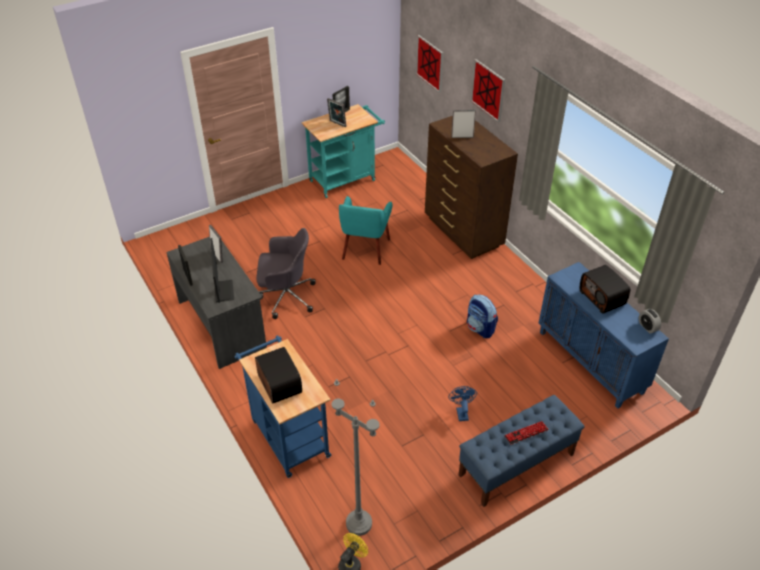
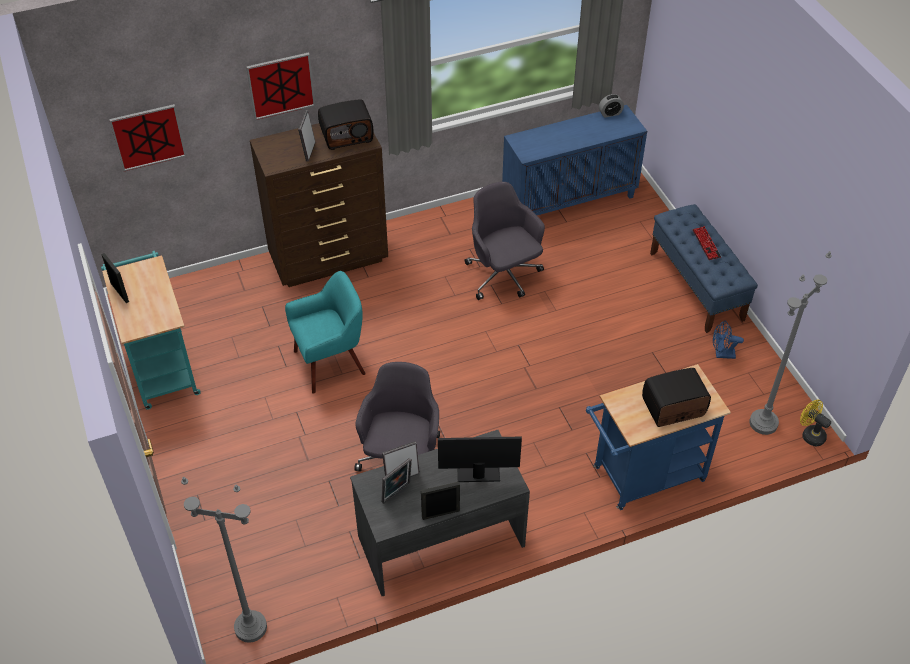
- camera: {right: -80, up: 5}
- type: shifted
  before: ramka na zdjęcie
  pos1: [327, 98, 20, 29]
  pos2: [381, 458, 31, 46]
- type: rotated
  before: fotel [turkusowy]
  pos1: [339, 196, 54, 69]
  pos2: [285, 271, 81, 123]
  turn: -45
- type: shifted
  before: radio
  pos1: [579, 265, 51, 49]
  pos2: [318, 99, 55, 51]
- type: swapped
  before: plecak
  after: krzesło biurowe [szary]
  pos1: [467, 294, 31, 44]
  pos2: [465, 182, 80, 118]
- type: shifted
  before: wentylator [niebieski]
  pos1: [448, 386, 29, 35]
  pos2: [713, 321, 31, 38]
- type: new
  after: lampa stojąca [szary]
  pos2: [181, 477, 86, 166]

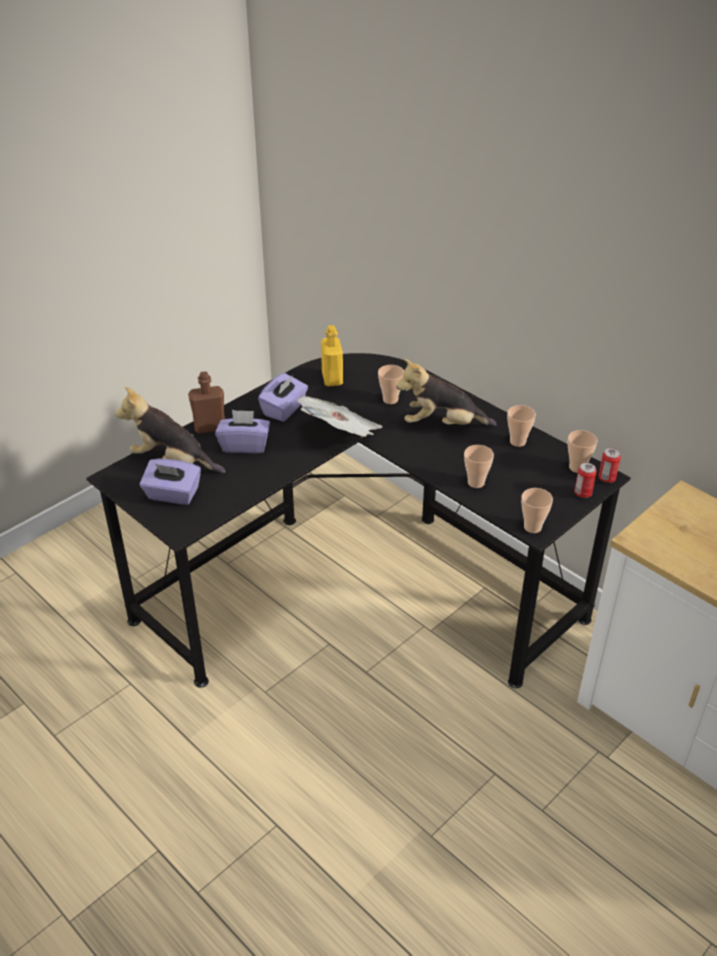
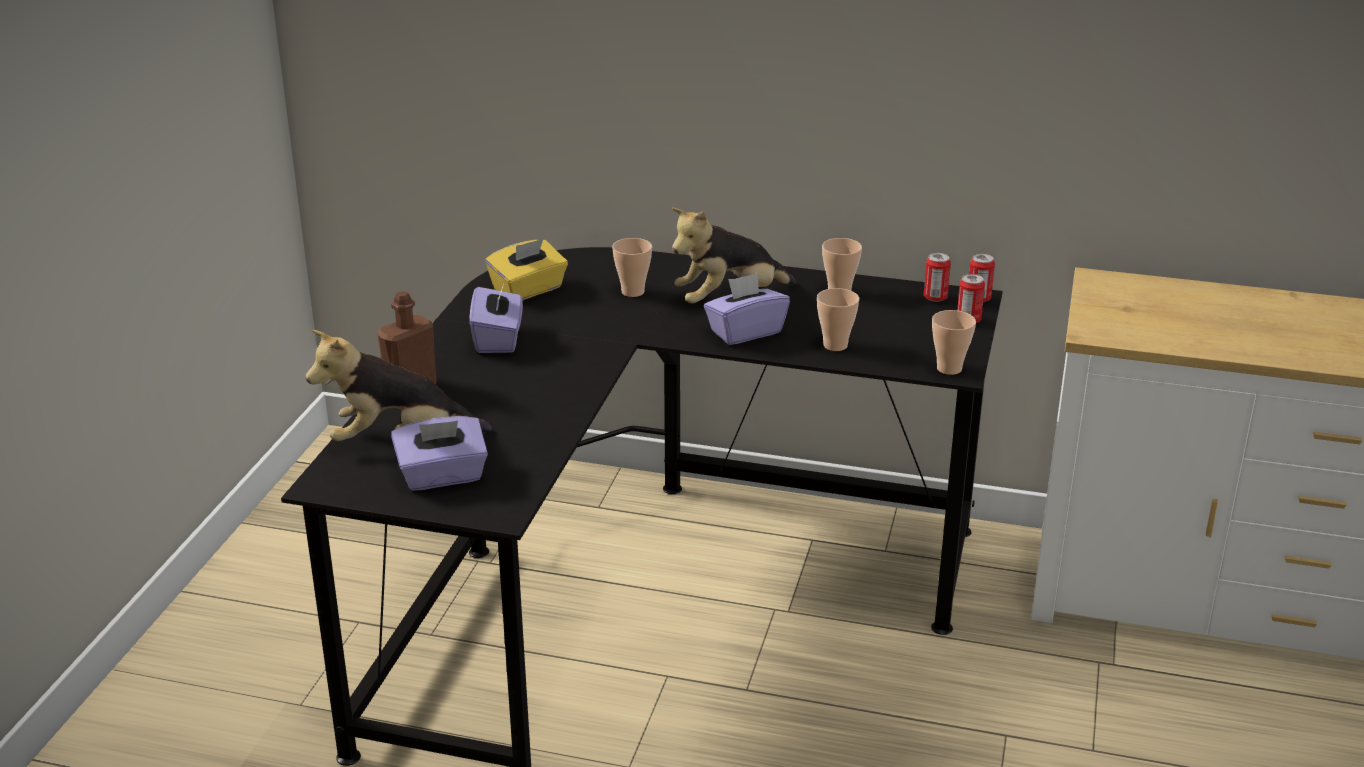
- camera: {right: -30, up: -10}
- type: swapped
  before: butelka [żółty]
  after: pudełko chusteczek [żółty]
  pos1: [321, 325, 22, 61]
  pos2: [485, 238, 83, 62]
- type: gone
  before: gazeta
  pos1: [297, 396, 85, 41]
- type: shifted
  before: pudełko chusteczek [fioletowy]
  pos1: [215, 410, 55, 43]
  pos2: [704, 273, 86, 72]
- type: swapped
  before: filiżanka
  after: puszka
  pos1: [568, 430, 30, 43]
  pos2: [924, 253, 27, 49]

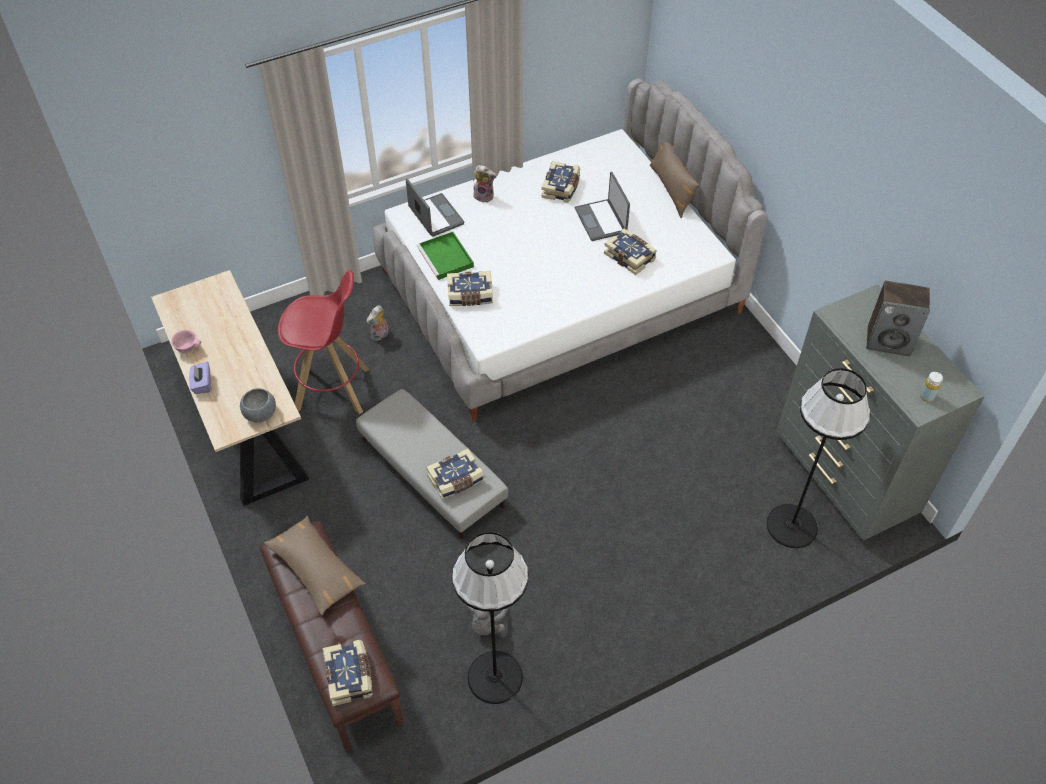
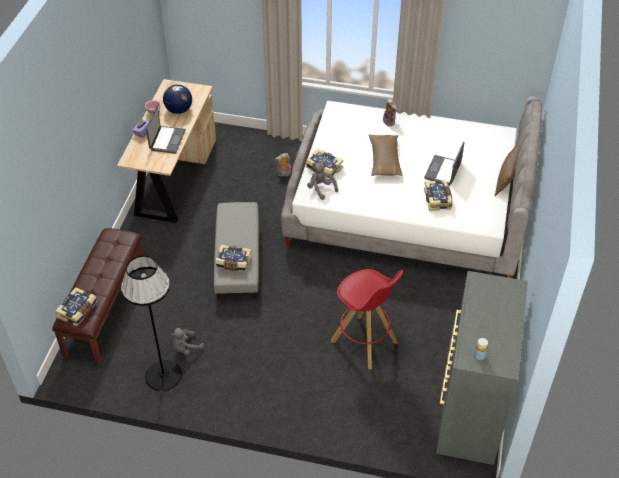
- camera: {right: 40, up: -5}
- type: gone
  before: książka
  pos1: [541, 161, 39, 42]
- type: shifted
  before: laptop
  pos1: [406, 178, 58, 59]
  pos2: [146, 106, 40, 48]
- type: gone
  before: taca [zielony]
  pos1: [417, 232, 57, 48]
- type: shifted
  before: stołek [czerwony]
  pos1: [278, 270, 92, 144]
  pos2: [331, 269, 72, 101]
- type: gone
  before: głośnik
  pos1: [866, 281, 64, 75]
- type: gone
  before: lampa stojąca [czarny]
  pos1: [767, 368, 103, 180]
- type: gone
  before: miska [szary]
  pos1: [240, 388, 36, 35]
- type: shifted
  before: poduszka [brązowy]
  pos1: [264, 516, 102, 99]
  pos2: [369, 135, 34, 41]
- type: new
  after: globus
  pos2: [163, 84, 29, 30]
- type: new
  after: pluszak [szary]
  pos2: [307, 163, 31, 37]

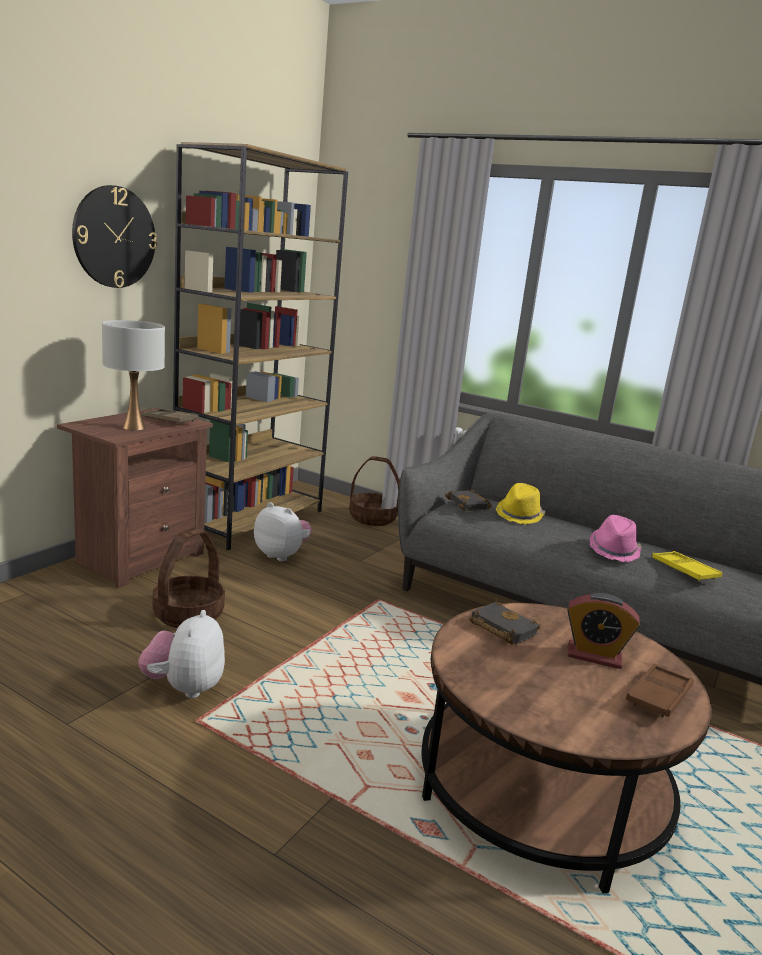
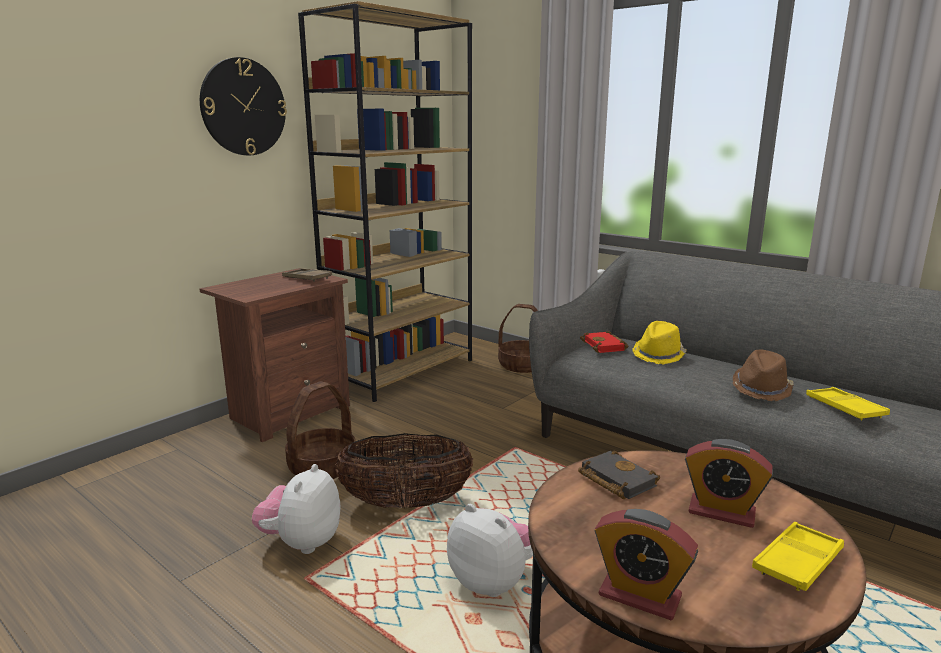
- camera: {right: 10, up: 0}
- type: gone
  before: lampa stołowa [biały]
  pos1: [102, 320, 63, 110]
- type: repainted
  before: książka [czarny]
  after: książka [czerwony]
  pos1: [445, 490, 47, 21]
  pos2: [580, 331, 48, 22]
- type: shifted
  before: pluszak
  pos1: [254, 502, 58, 60]
  pos2: [447, 504, 86, 93]
- type: repainted
  before: kapelusz [różowy]
  after: kapelusz [brązowy]
  pos1: [590, 515, 52, 47]
  pos2: [733, 350, 61, 51]
- type: repainted
  before: taca [brązowy]
  after: taca [żółty]
  pos1: [626, 664, 68, 54]
  pos2: [752, 522, 92, 69]
- type: new
  after: koszyk
  pos2: [335, 433, 138, 75]
- type: new
  after: budzik
  pos2: [595, 509, 103, 111]

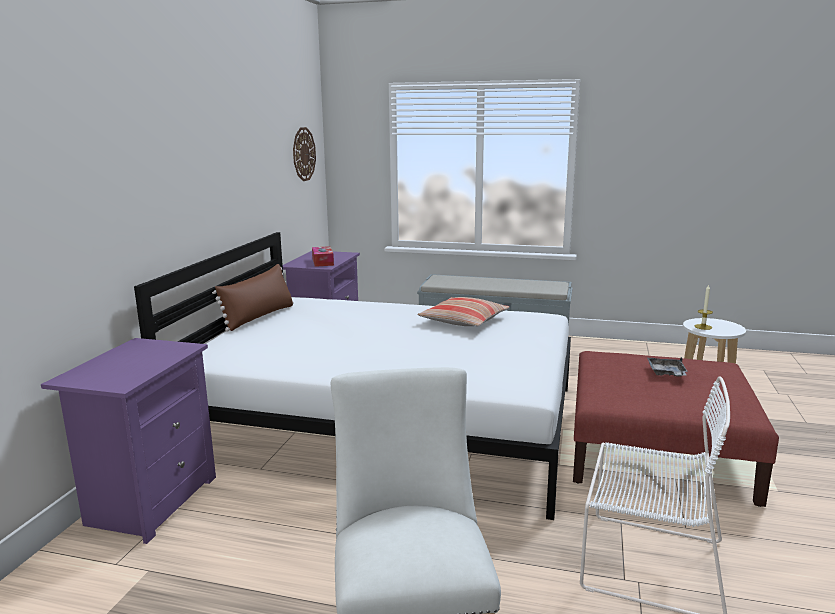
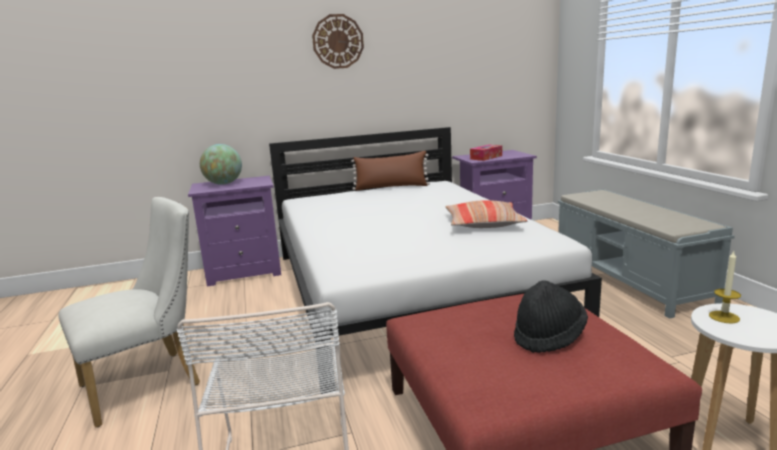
- camera: {right: 60, up: 0}
- type: shifted
  before: zegar ścienny
  pos1: [293, 127, 23, 54]
  pos2: [312, 14, 52, 55]
- type: swapped
  before: taca [szary]
  after: kapelusz [czarny]
  pos1: [647, 357, 41, 20]
  pos2: [514, 280, 74, 73]
- type: new
  after: globus
  pos2: [200, 144, 42, 41]

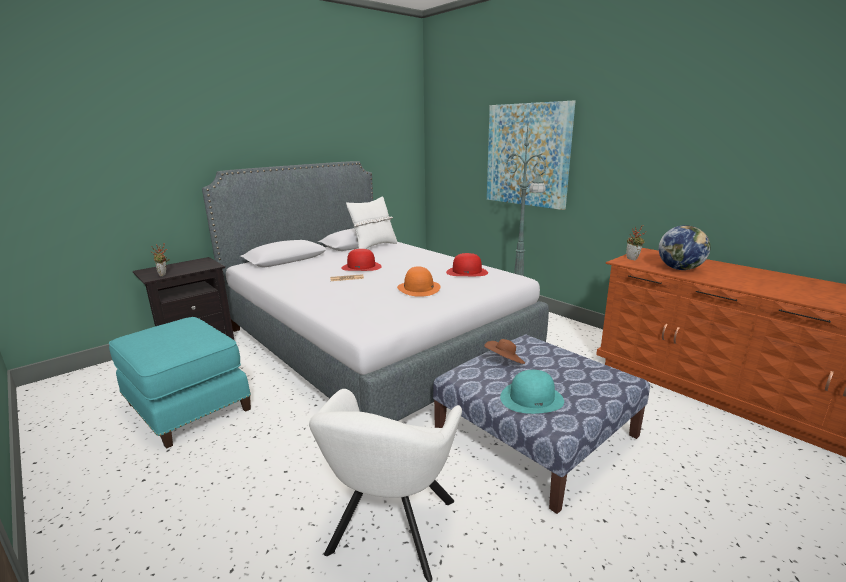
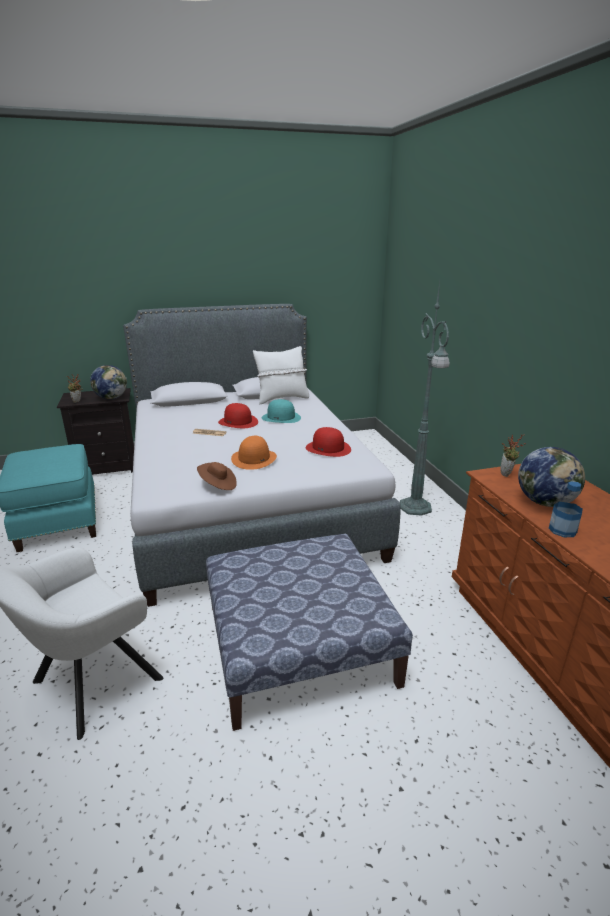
- camera: {right: 25, up: 5}
- type: gone
  before: obraz
  pos1: [487, 101, 88, 109]
- type: shifted
  before: kapelusz [brązowy]
  pos1: [484, 339, 41, 25]
  pos2: [197, 462, 40, 28]
- type: shifted
  before: kapelusz [turkusowy]
  pos1: [500, 370, 64, 44]
  pos2: [262, 399, 39, 24]
- type: new
  after: globus
  pos2: [90, 365, 37, 34]
- type: new
  after: butelka
  pos2: [549, 481, 34, 56]

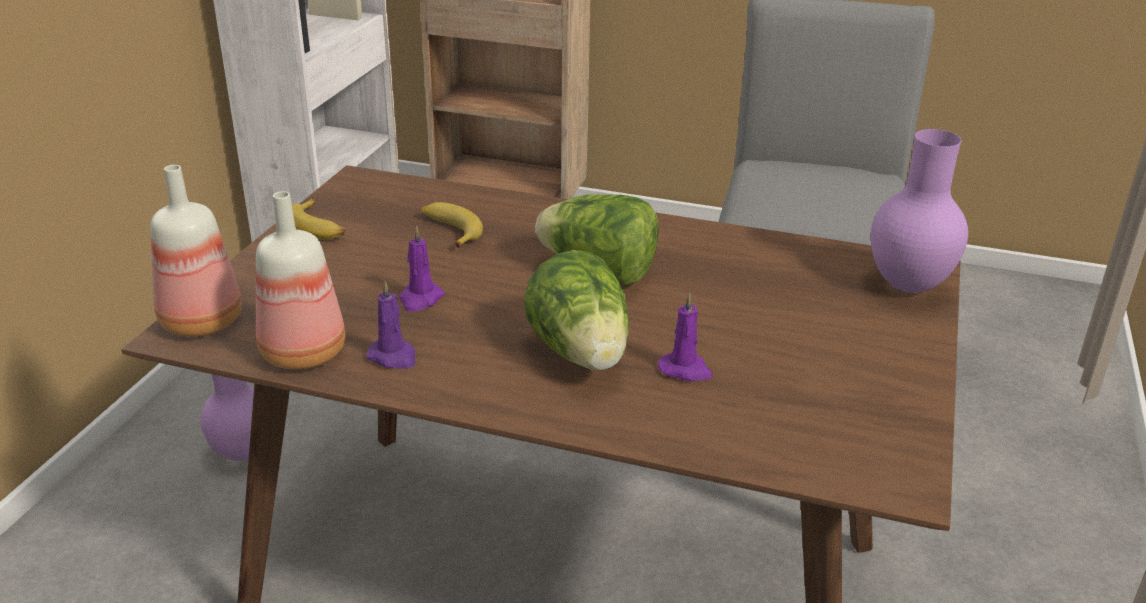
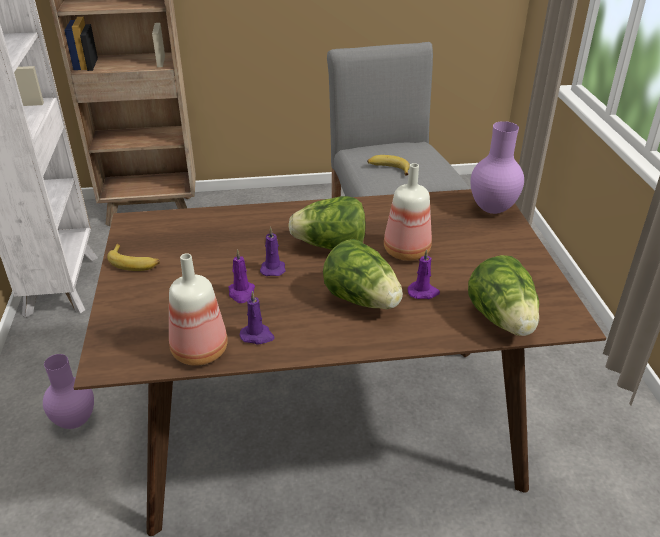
- camera: {right: -25, up: 5}
- type: shifted
  before: butelka
  pos1: [150, 165, 92, 172]
  pos2: [384, 163, 48, 98]
- type: shifted
  before: banan
  pos1: [422, 202, 61, 46]
  pos2: [367, 155, 43, 20]
- type: new
  after: świeca [fioletowy]
  pos2: [260, 227, 25, 49]
- type: new
  after: sałata
  pos2: [468, 255, 71, 81]

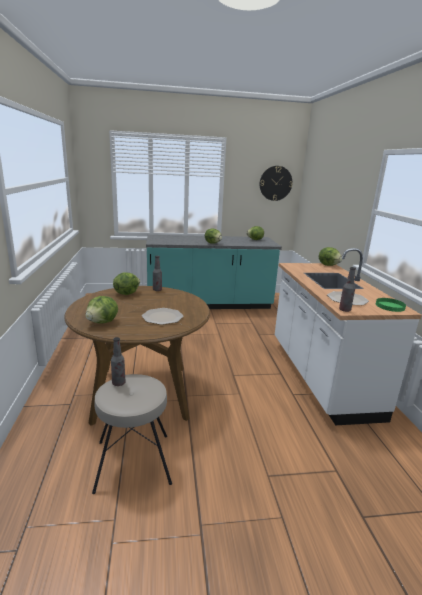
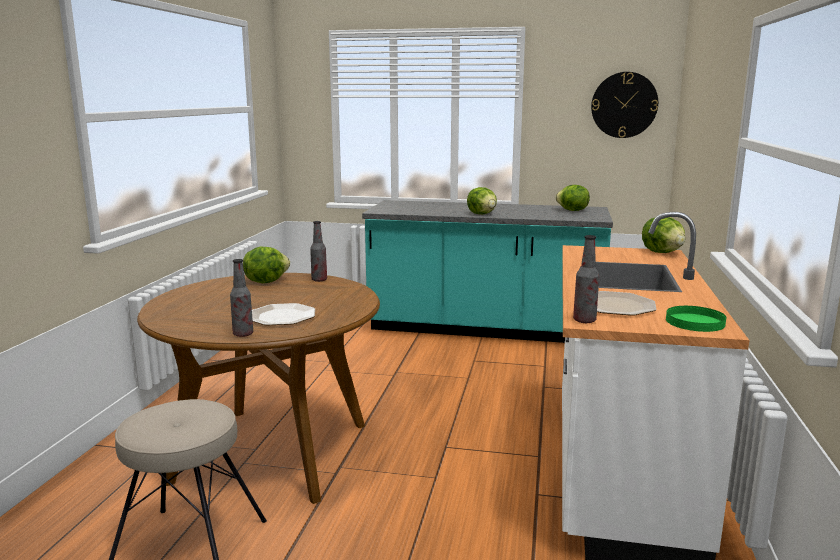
- camera: {right: 20, up: -5}
- type: gone
  before: sałata
  pos1: [85, 296, 33, 28]
- type: shifted
  before: butelka
  pos1: [111, 337, 14, 49]
  pos2: [230, 259, 23, 78]

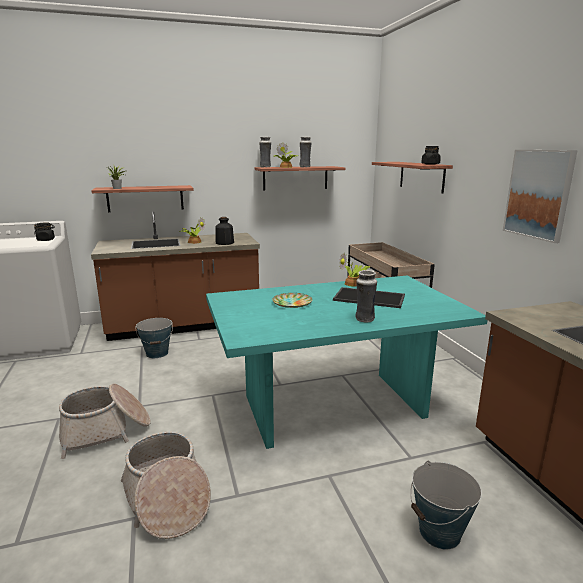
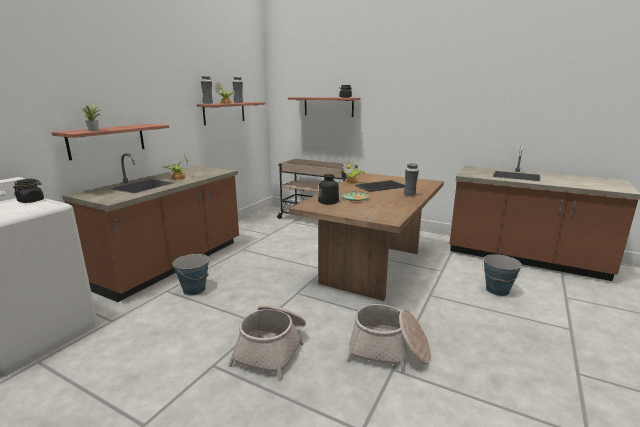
- camera: {right: -45, up: 0}
- type: gone
  before: obraz
  pos1: [503, 150, 75, 93]
- type: shifted
  before: butelka
  pos1: [215, 217, 19, 28]
  pos2: [318, 173, 21, 31]
- type: repainted
  before: stół jadalny [turkusowy]
  after: stół jadalny [brązowy]
  pos1: [206, 276, 281, 173]
  pos2: [289, 173, 155, 128]

